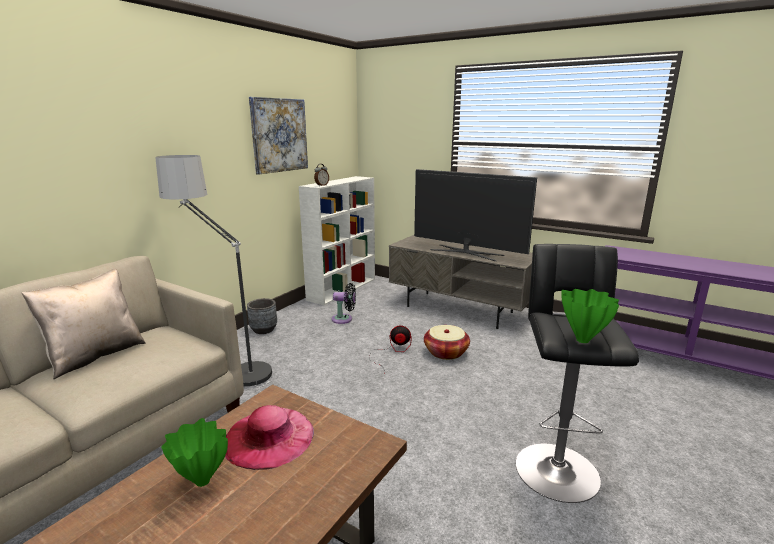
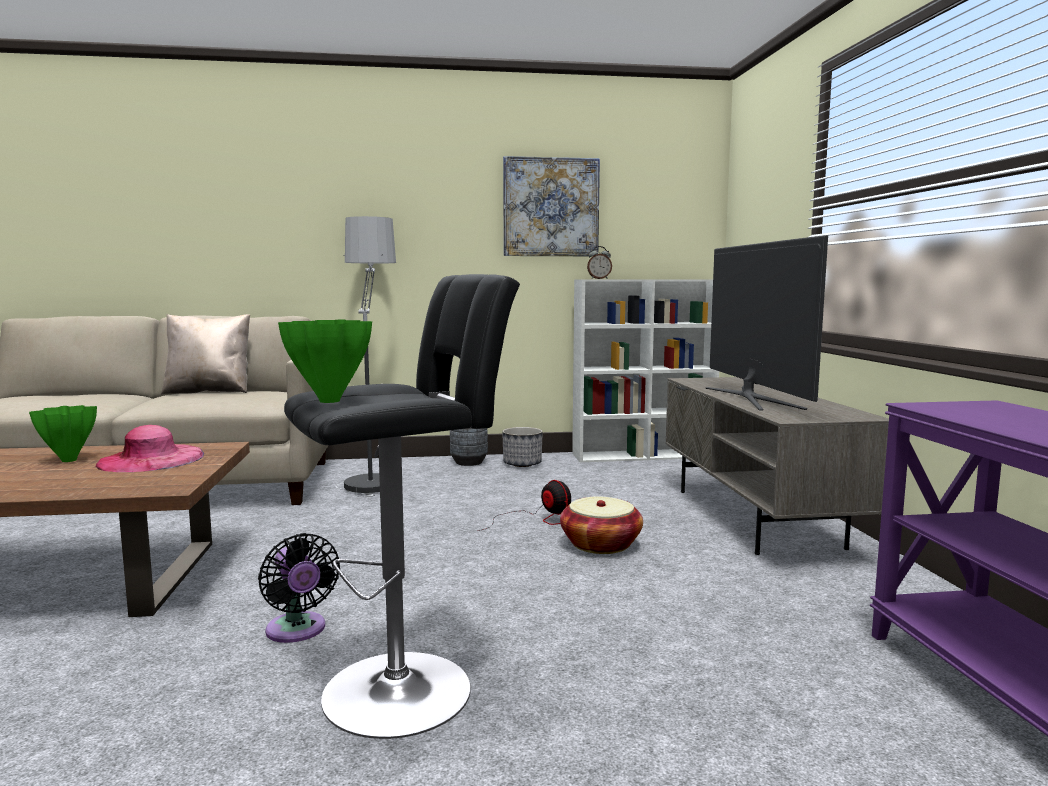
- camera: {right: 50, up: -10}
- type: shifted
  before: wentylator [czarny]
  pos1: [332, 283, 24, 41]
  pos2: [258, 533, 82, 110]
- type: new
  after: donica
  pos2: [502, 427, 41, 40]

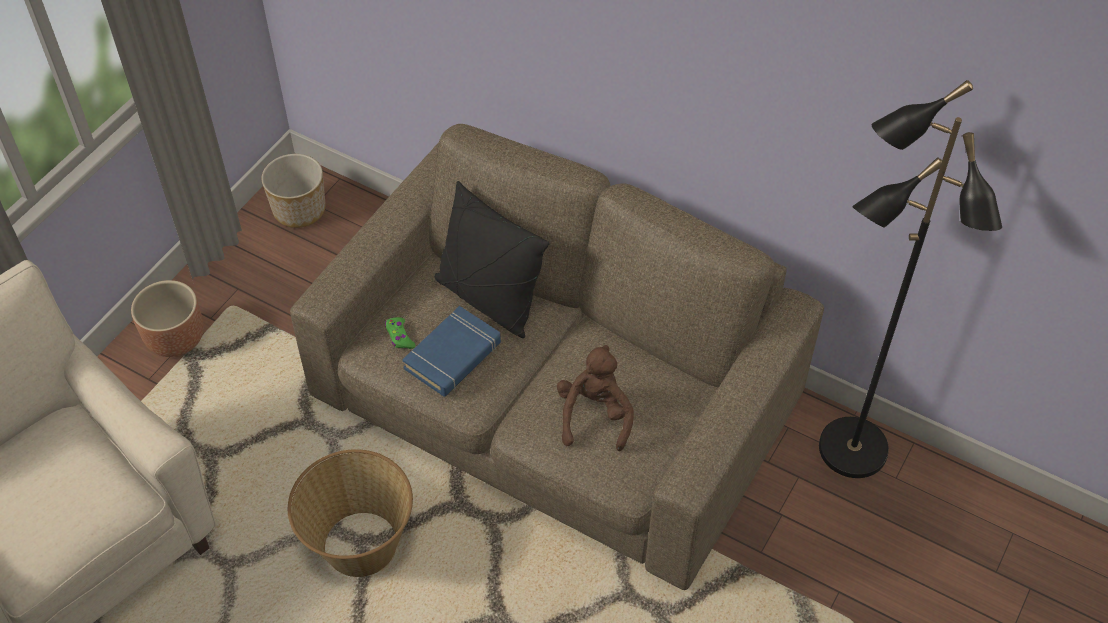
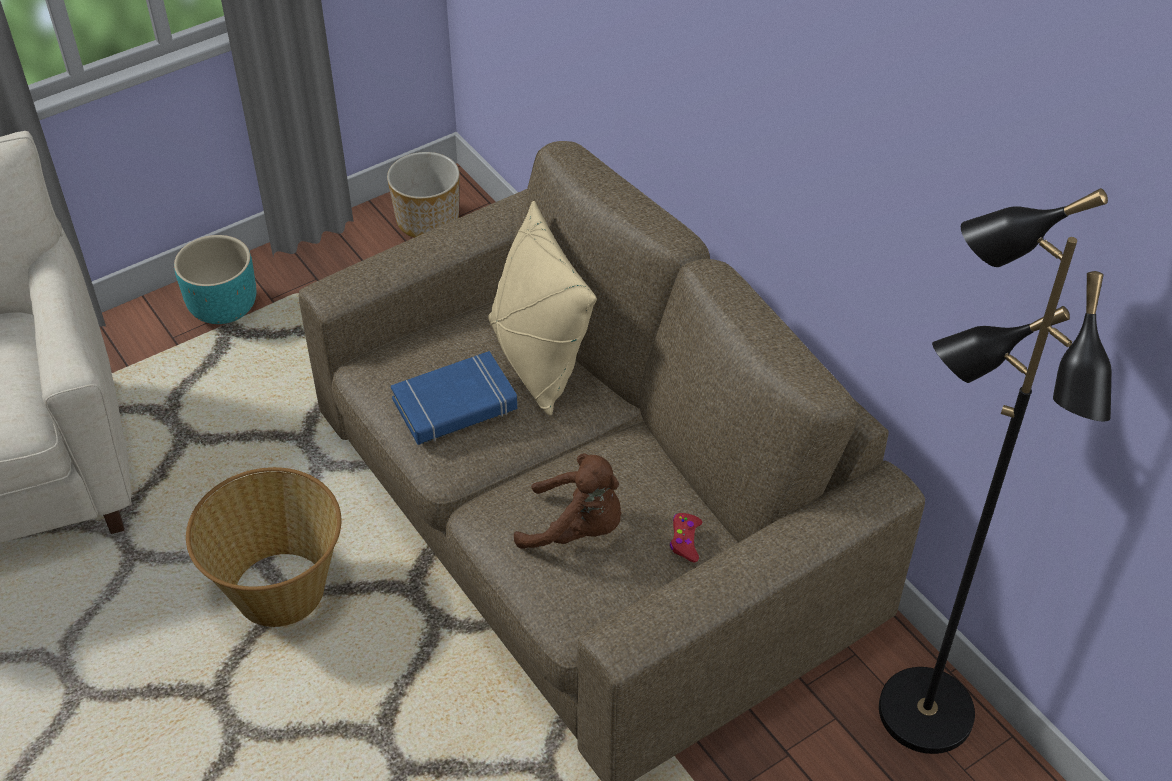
- camera: {right: 25, up: -5}
- type: repainted
  before: poduszka [czarny]
  after: poduszka [beżowy]
  pos1: [434, 181, 116, 157]
  pos2: [488, 201, 109, 214]
- type: repainted
  before: donica [brązowy]
  after: donica [turkusowy]
  pos1: [131, 280, 73, 77]
  pos2: [174, 235, 82, 89]
- type: gone
  before: pad do gier [zielony]
  pos1: [385, 317, 31, 32]
- type: rotated
  before: pluszak [brązowy]
  pos1: [557, 345, 77, 106]
  pos2: [514, 453, 107, 96]
  turn: 75
- type: new
  after: pad do gier [czerwony]
  pos2: [670, 513, 32, 49]

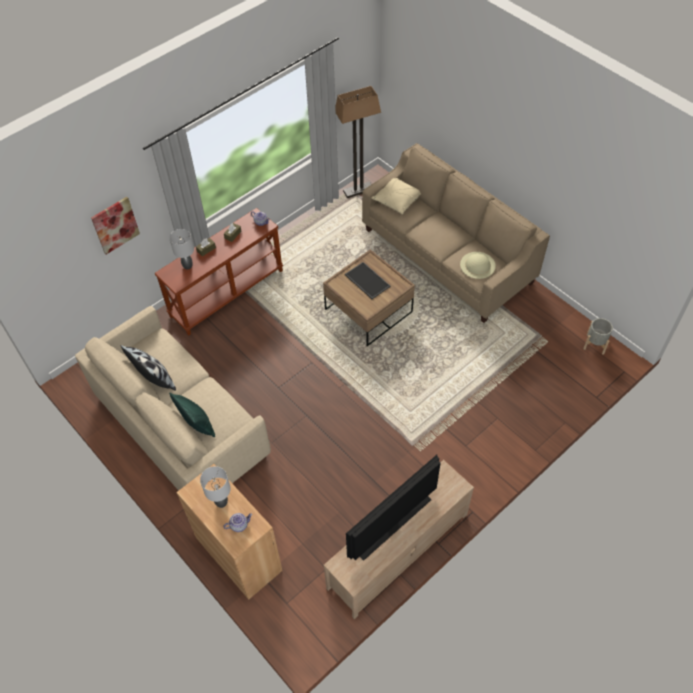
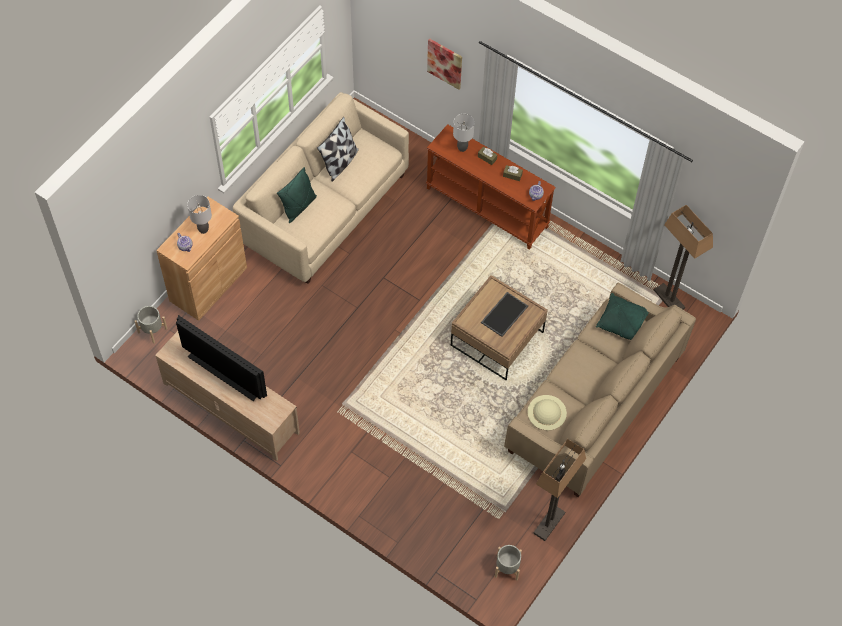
- camera: {right: 75, up: 5}
- type: repainted
  before: poduszka [beżowy]
  after: poduszka [zielony]
  pos1: [371, 178, 50, 36]
  pos2: [596, 293, 53, 47]
- type: new
  after: donica [szary]
  pos2: [134, 306, 34, 37]
- type: new
  after: lampa stojąca
  pos2: [533, 439, 53, 102]

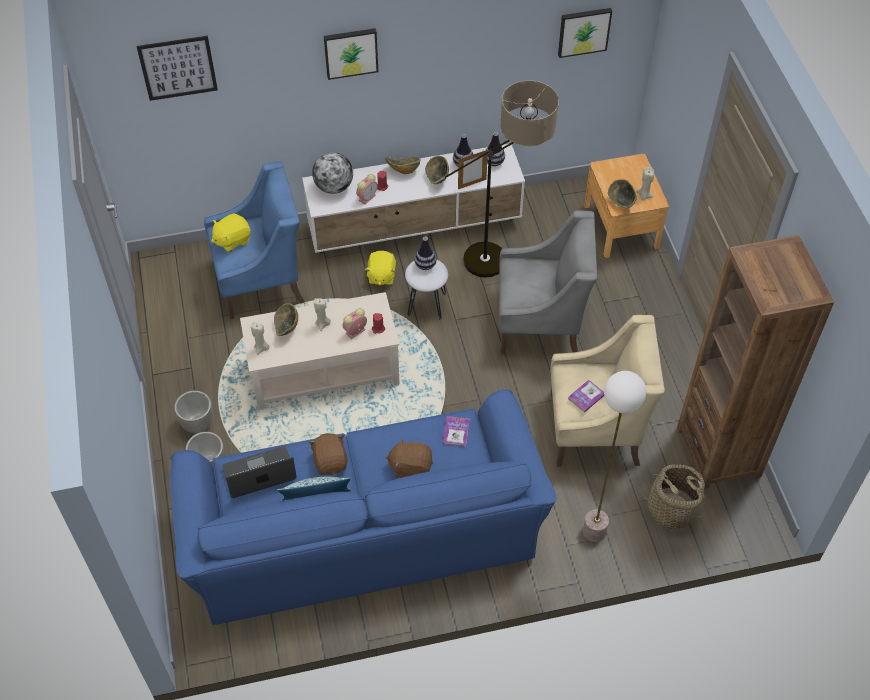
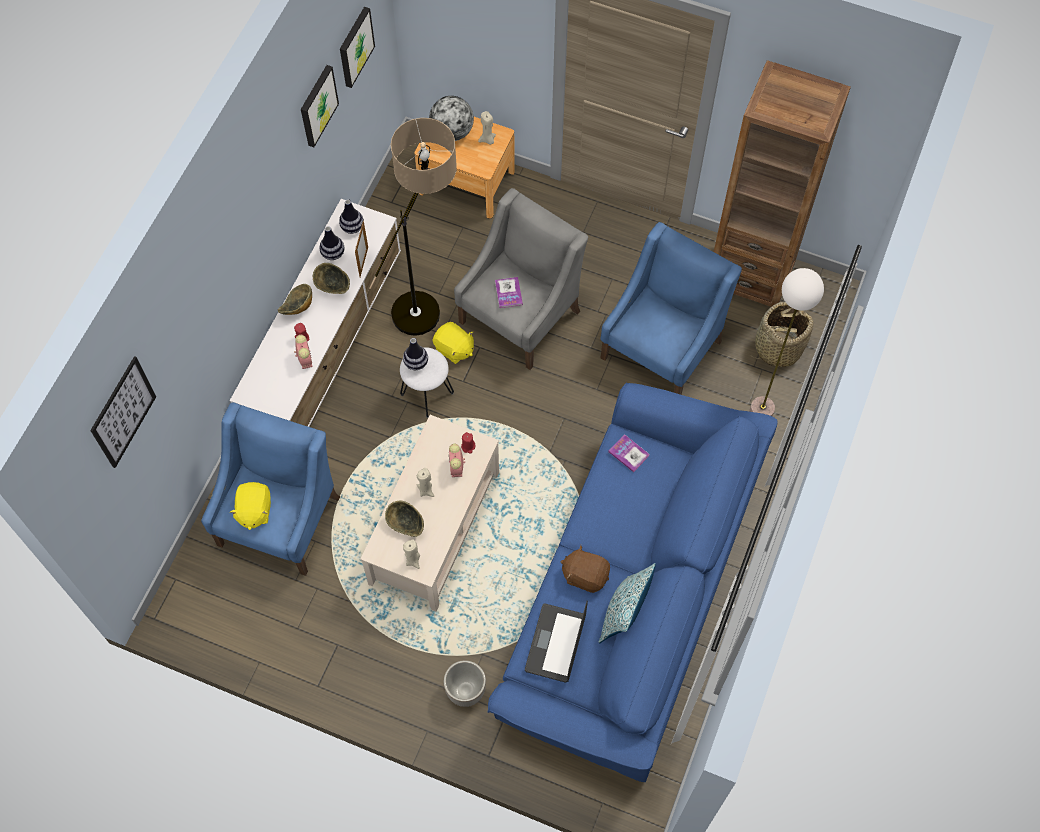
- camera: {right: -55, up: 10}
- type: shifted
  before: obraz
  pos1: [324, 28, 54, 52]
  pos2: [301, 65, 38, 82]
- type: shifted
  before: globus
  pos1: [312, 152, 41, 42]
  pos2: [429, 96, 45, 45]
- type: gone
  before: miska
  pos1: [608, 179, 29, 29]
- type: shifted
  before: pluszak [żółty]
  pos1: [365, 251, 31, 34]
  pos2: [433, 322, 41, 42]
- type: repainted
  before: fotel [beżowy]
  after: fotel [niebieski]
  pos1: [550, 315, 115, 152]
  pos2: [600, 222, 142, 173]
- type: shifted
  before: książka
  pos1: [568, 380, 36, 33]
  pos2: [495, 277, 28, 31]
- type: gone
  before: donica
  pos1: [174, 391, 39, 42]
- type: gone
  before: pluszak [brązowy]
  pos1: [386, 438, 47, 40]

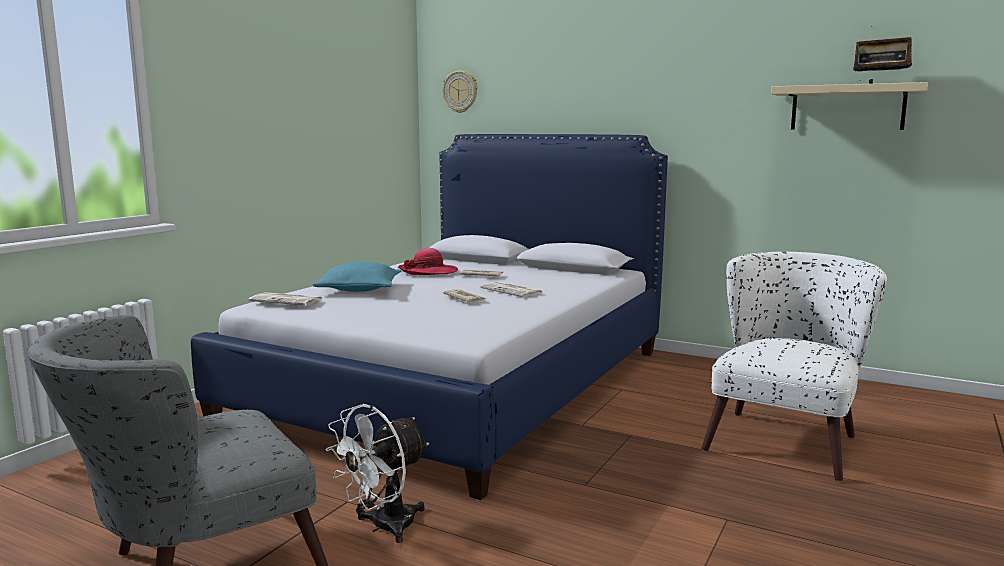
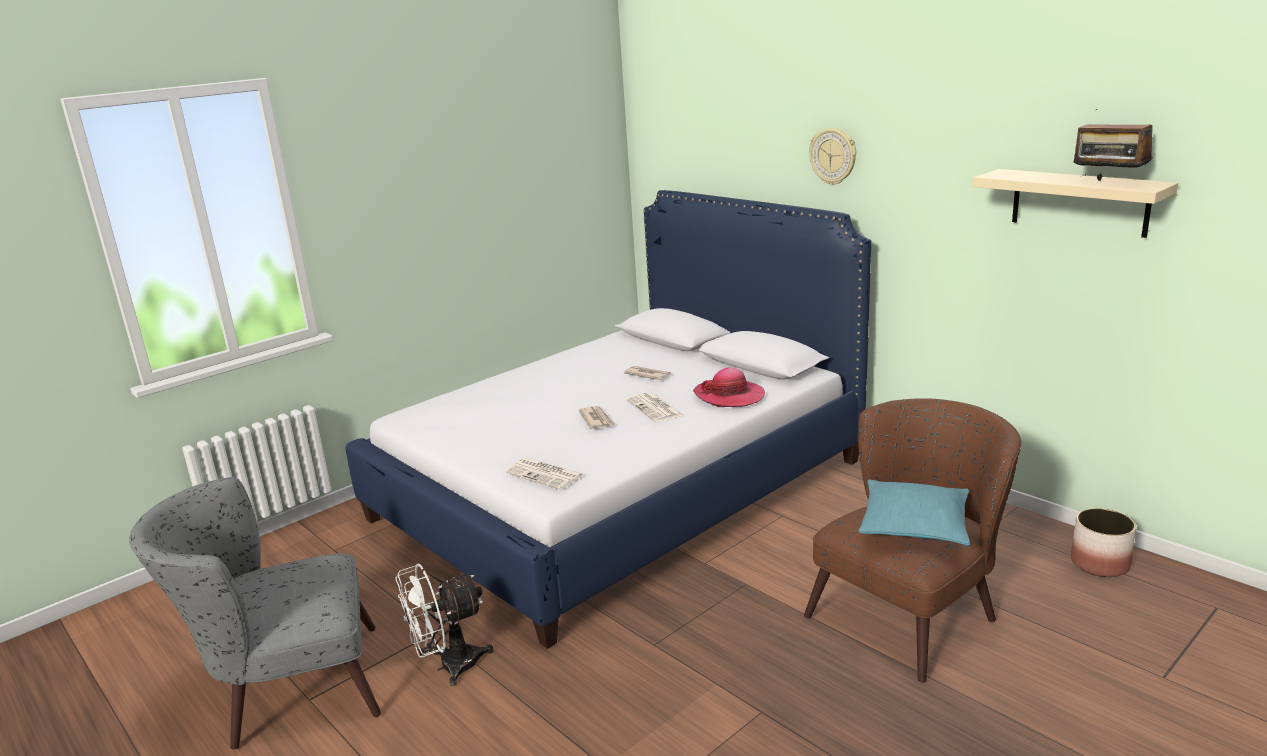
- camera: {right: 20, up: 10}
- type: shifted
  before: zegar ścienny
  pos1: [442, 71, 36, 42]
  pos2: [809, 128, 47, 57]
- type: shifted
  before: kapelusz
  pos1: [398, 248, 60, 27]
  pos2: [693, 368, 72, 39]
- type: repainted
  before: fotel [biały]
  after: fotel [brązowy]
  pos1: [701, 252, 186, 229]
  pos2: [804, 398, 217, 285]
- type: shifted
  before: poduszka [turkusowy]
  pos1: [312, 262, 89, 30]
  pos2: [858, 480, 112, 66]
- type: shifted
  before: gazeta
  pos1: [248, 292, 74, 14]
  pos2: [504, 457, 80, 33]
- type: new
  after: donica
  pos2: [1071, 508, 65, 69]

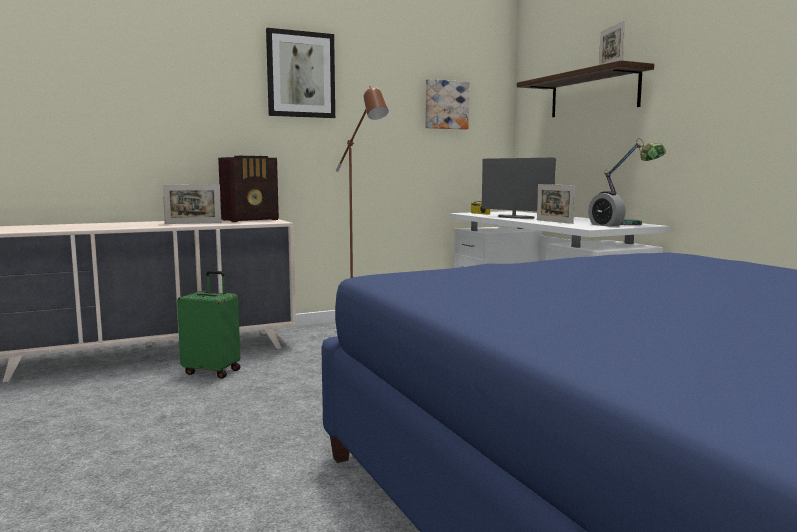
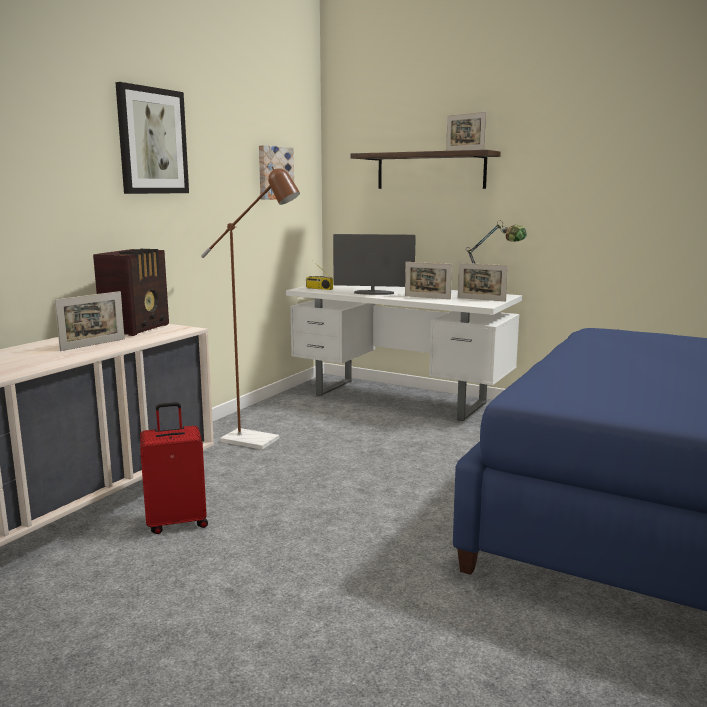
- camera: {right: -35, up: 5}
- type: swapped
  before: budzik
  after: ramka na zdjęcie
  pos1: [588, 191, 37, 36]
  pos2: [458, 263, 50, 38]
- type: repainted
  before: walizka [zielony]
  after: walizka [czerwony]
  pos1: [177, 271, 63, 108]
  pos2: [140, 402, 68, 132]

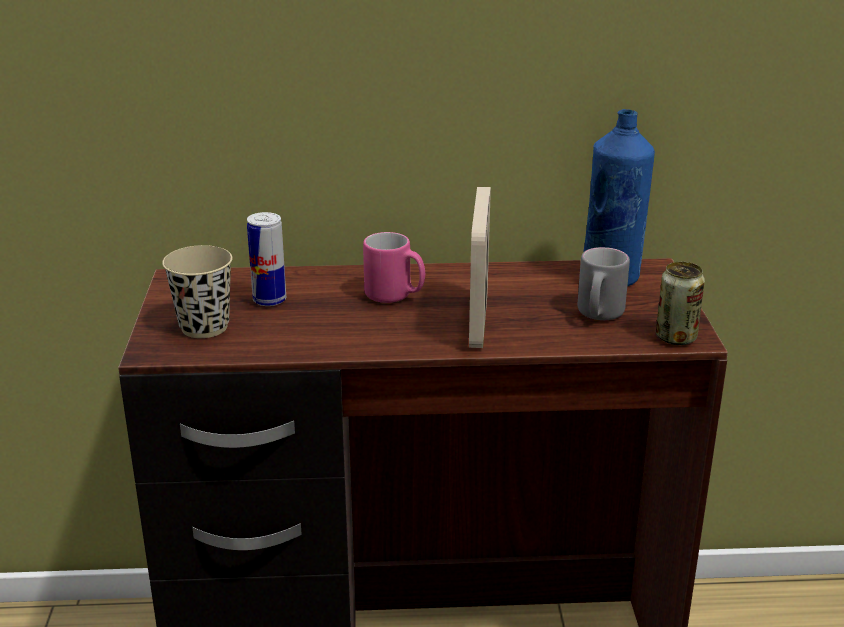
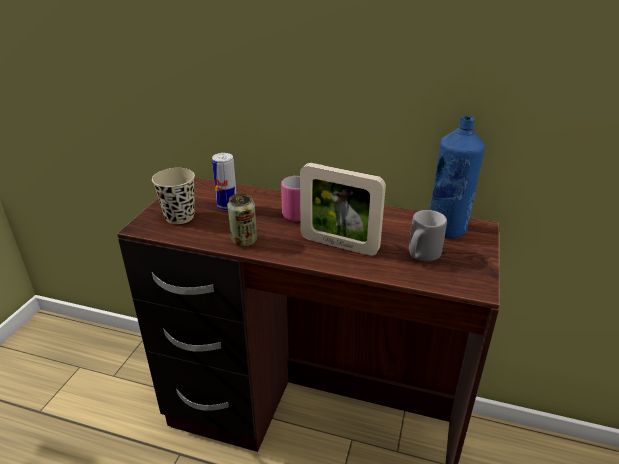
- camera: {right: 20, up: 5}
- type: rotated
  before: ramka na zdjęcie
  pos1: [469, 187, 22, 161]
  pos2: [300, 163, 86, 93]
  turn: -90
- type: shifted
  before: puszka
  pos1: [656, 261, 49, 84]
  pos2: [228, 193, 29, 54]

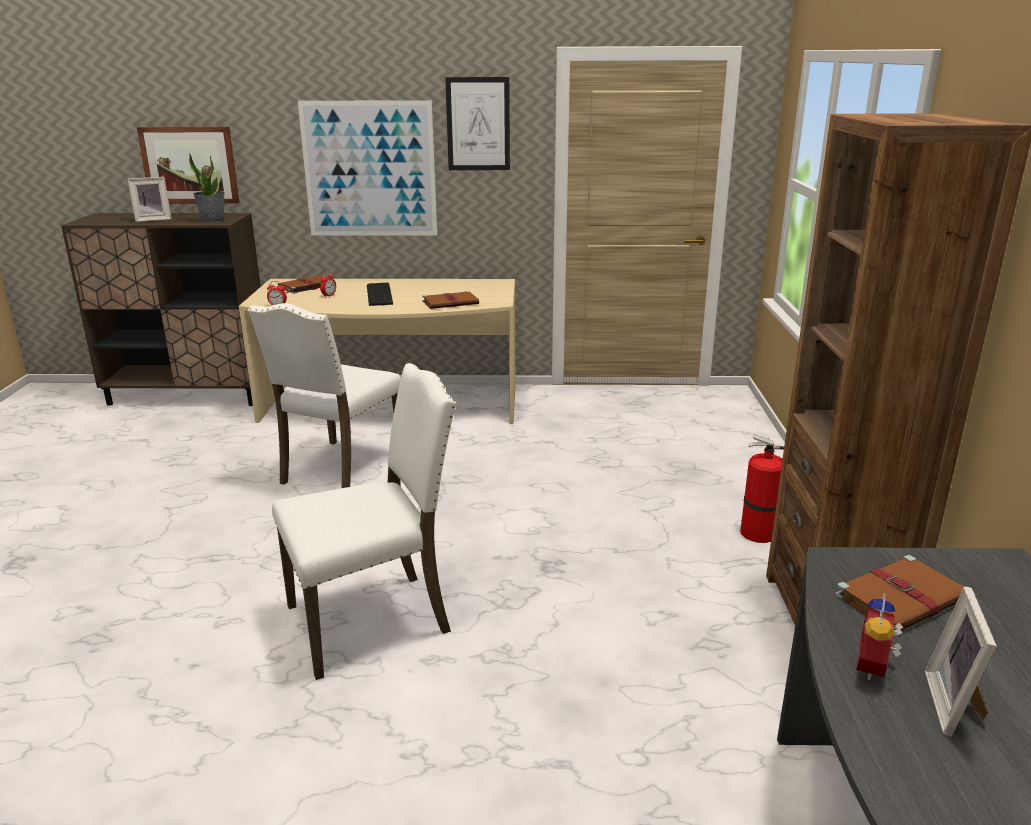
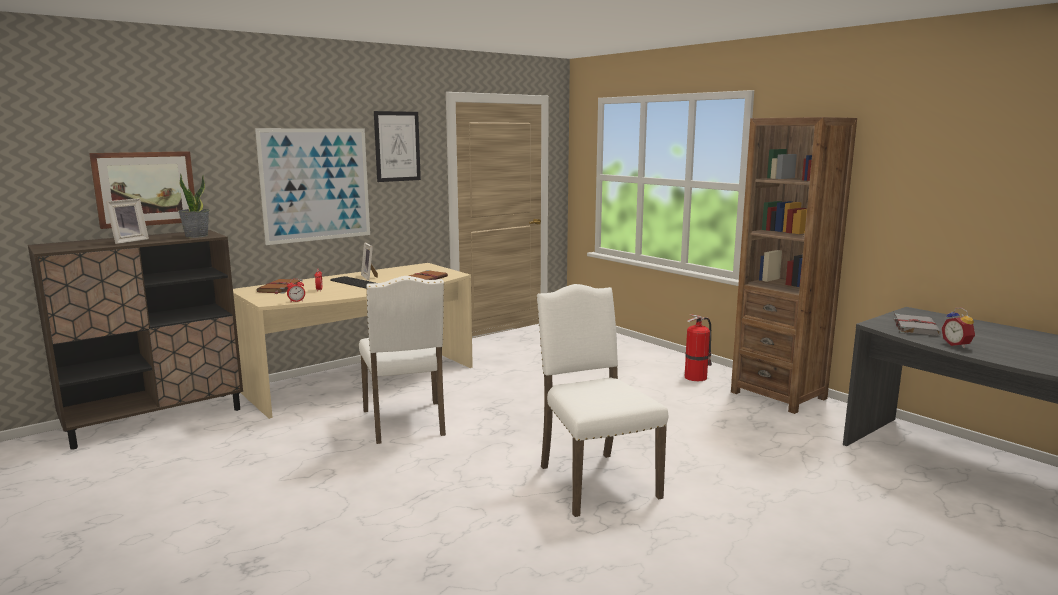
- camera: {right: -40, up: -10}
- type: rotated
  before: krzesło [biały]
  pos1: [272, 363, 185, 317]
  pos2: [536, 284, 132, 233]
  turn: -45
- type: repainted
  before: książka [brązowy]
  after: książka [szary]
  pos1: [835, 555, 130, 77]
  pos2: [893, 314, 48, 22]
- type: shifted
  before: ramka na zdjęcie
  pos1: [925, 586, 72, 151]
  pos2: [361, 243, 17, 37]

